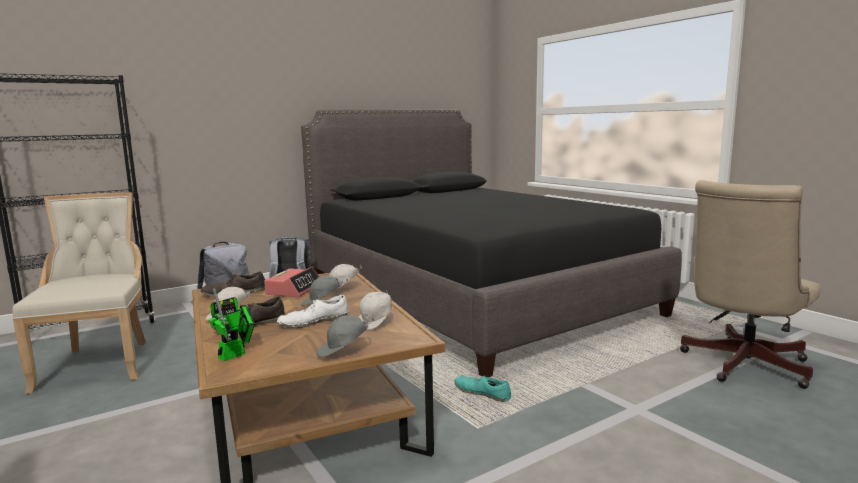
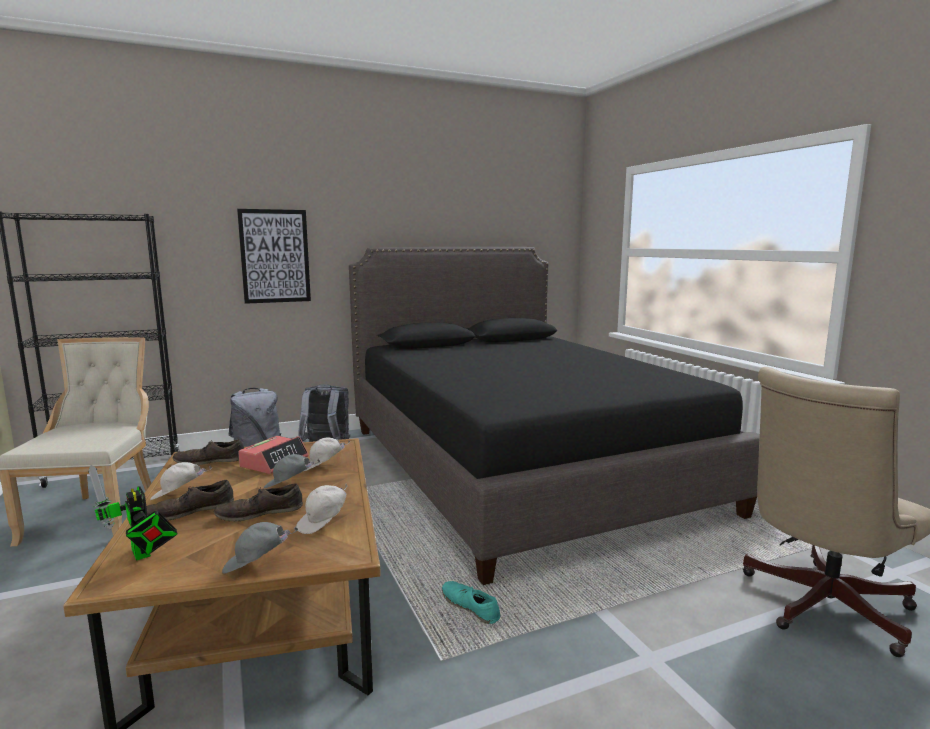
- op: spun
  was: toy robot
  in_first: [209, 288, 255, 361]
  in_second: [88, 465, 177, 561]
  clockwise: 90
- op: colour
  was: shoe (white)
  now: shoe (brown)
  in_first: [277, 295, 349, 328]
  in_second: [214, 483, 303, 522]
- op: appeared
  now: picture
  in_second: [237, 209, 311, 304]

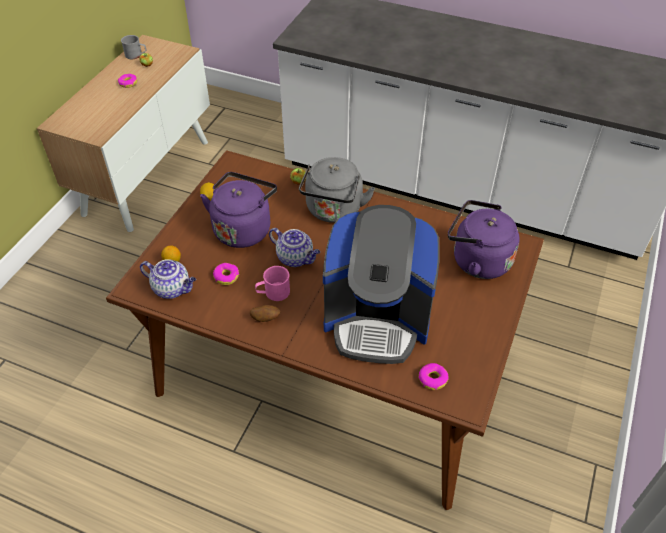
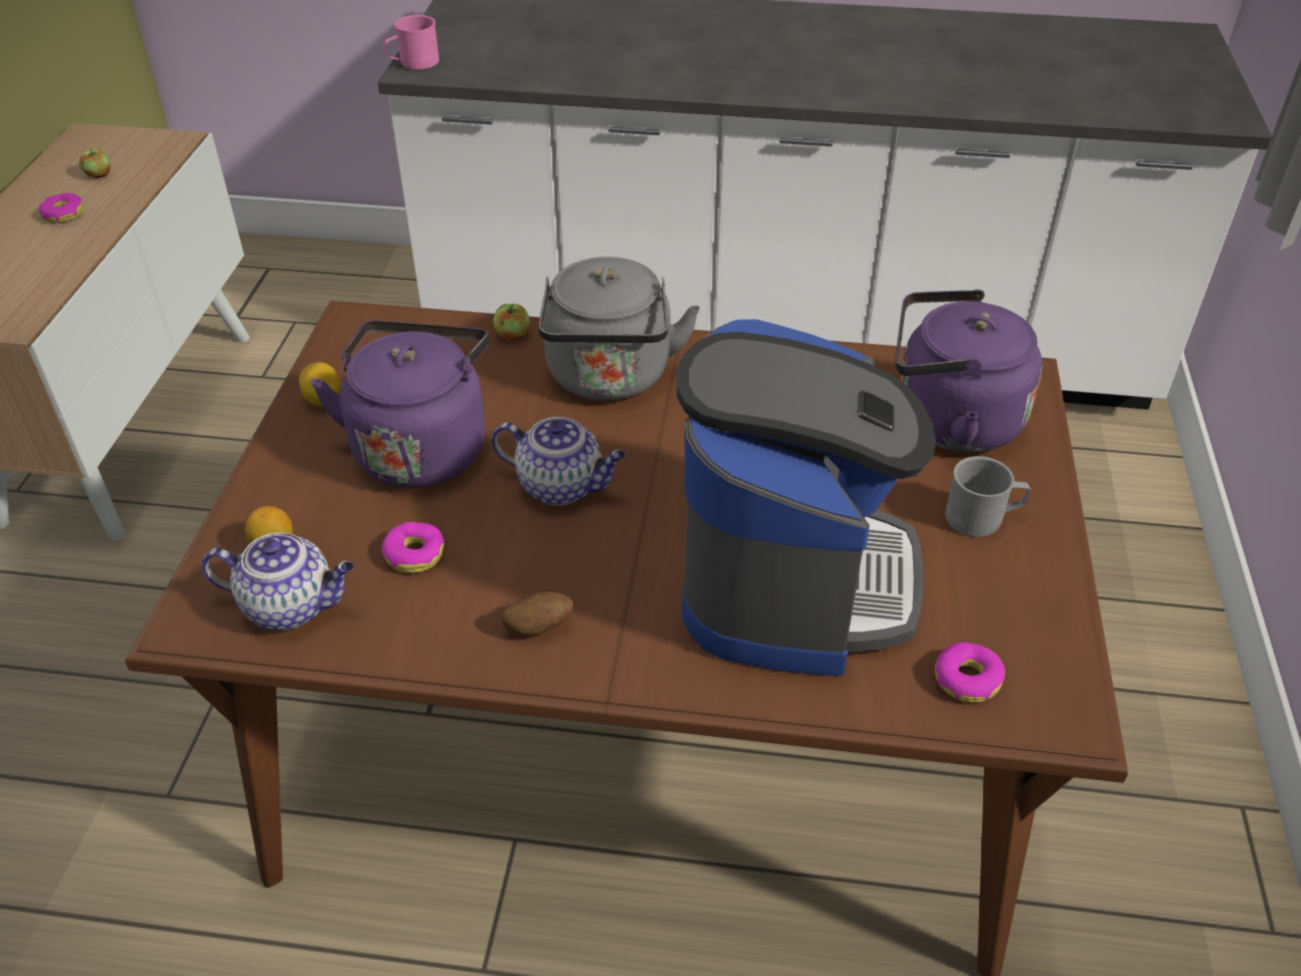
- op: relocated
  was: mug (grey)
  in_first: [121, 35, 146, 59]
  in_second: [945, 456, 1031, 537]
- op: relocated
  was: mug (pink)
  in_first: [255, 266, 290, 301]
  in_second: [384, 15, 439, 70]
- op: spun
  was: coffee machine
  in_first: [323, 205, 440, 364]
  in_second: [676, 319, 936, 676]
  clockwise: -75

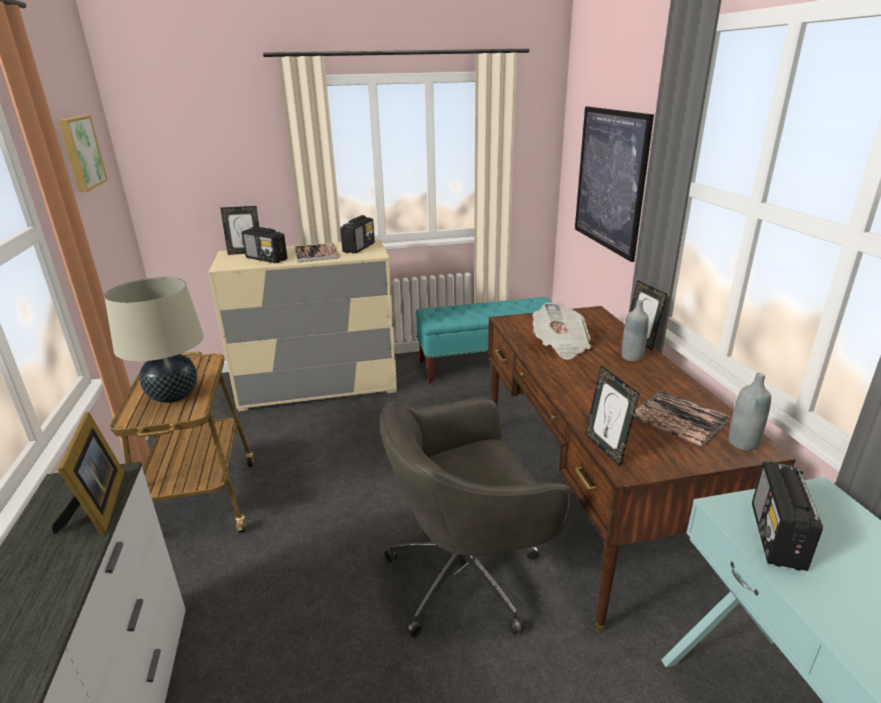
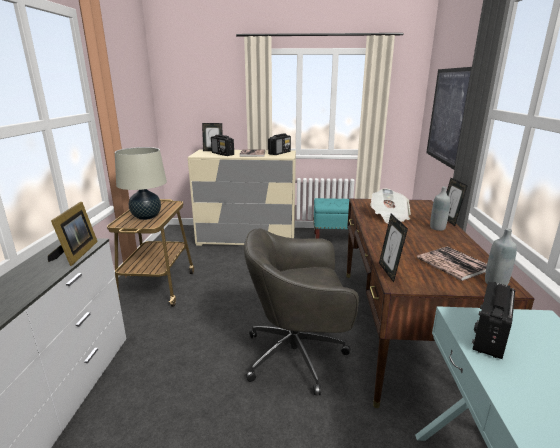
- op: missing
  was: picture
  in_first: [58, 115, 108, 192]

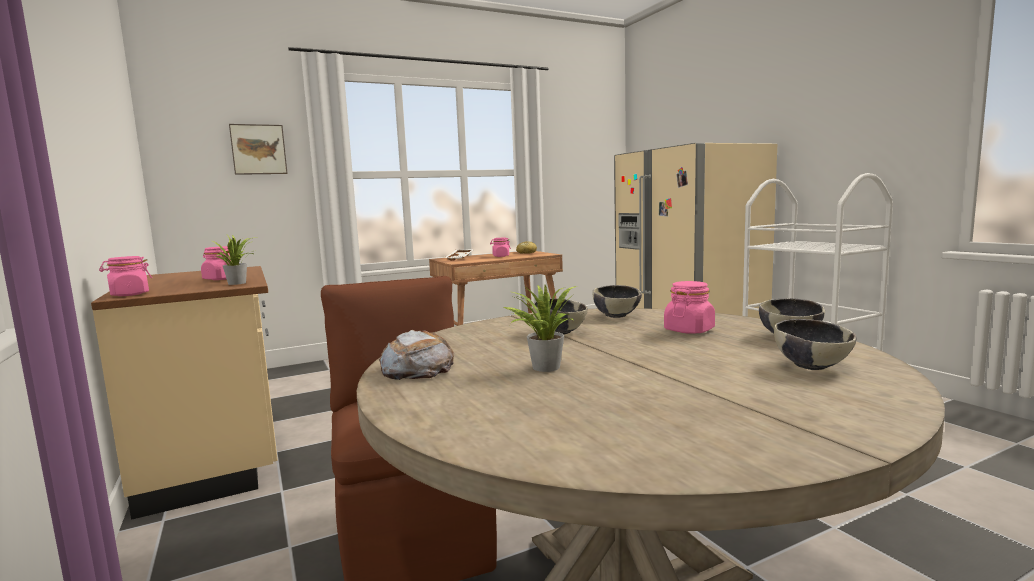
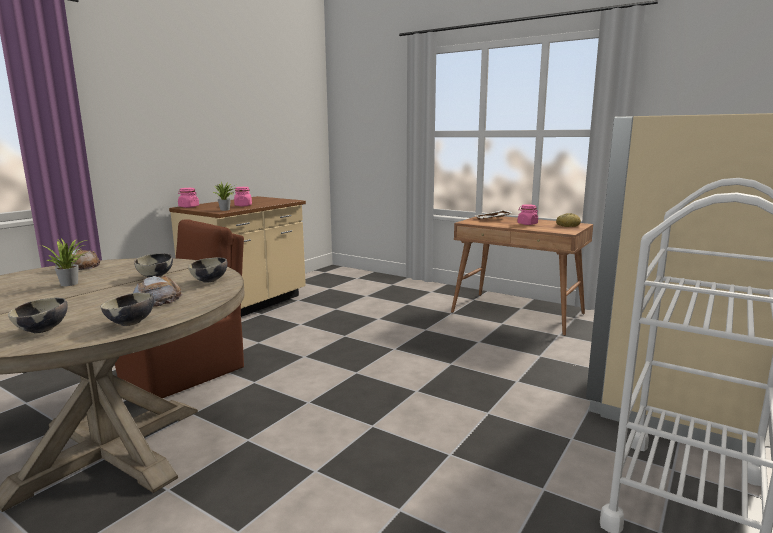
- op: missing
  was: picture
  in_first: [229, 124, 288, 175]
- op: exchanged
  was: jar (pink)
  now: bread
  in_first: [664, 281, 715, 334]
  in_second: [133, 276, 183, 307]

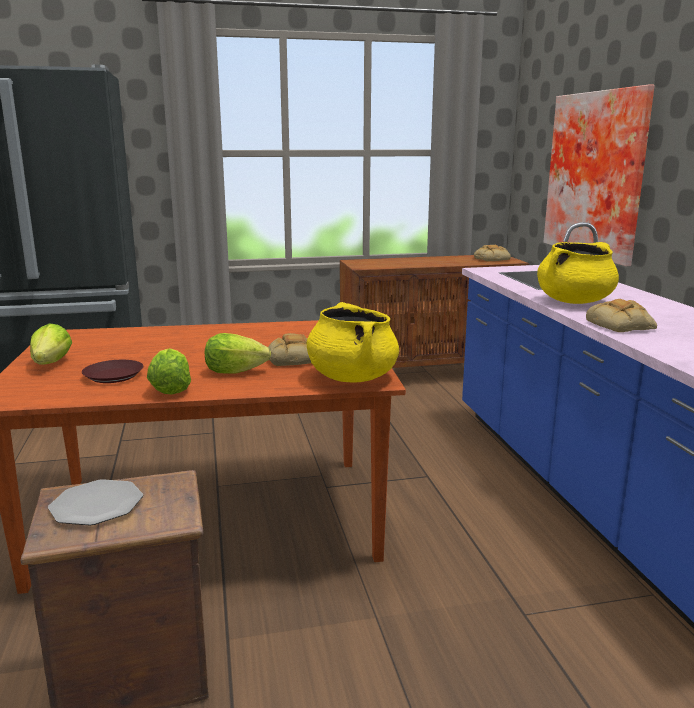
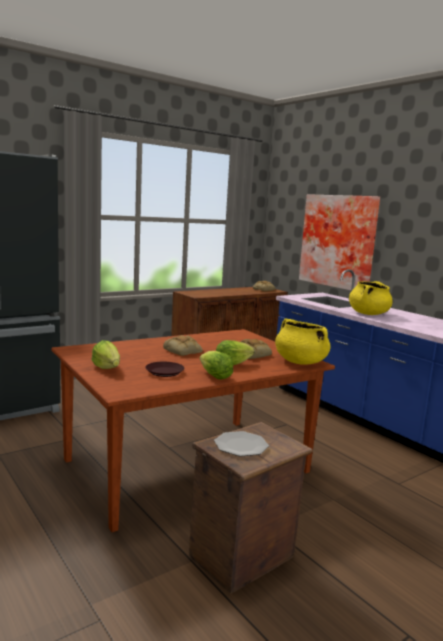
- op: relocated
  was: bread
  in_first: [586, 299, 657, 332]
  in_second: [163, 335, 203, 356]

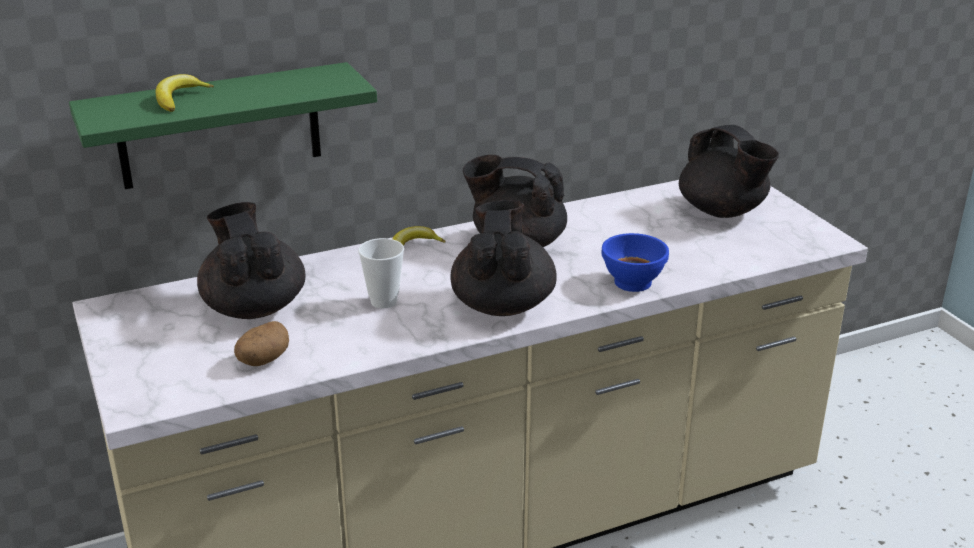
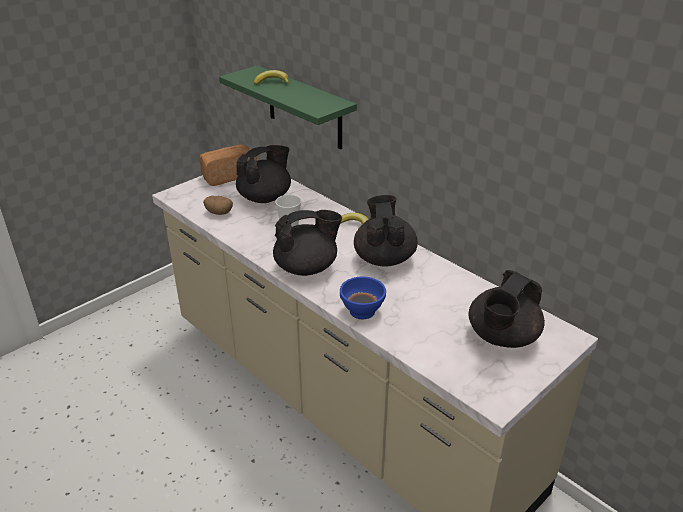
- op: appeared
  now: bread
  in_second: [199, 145, 257, 186]

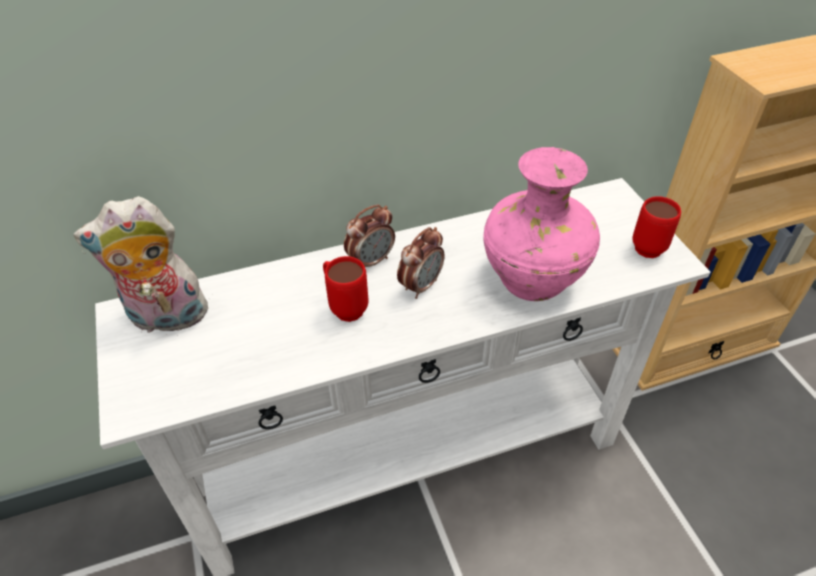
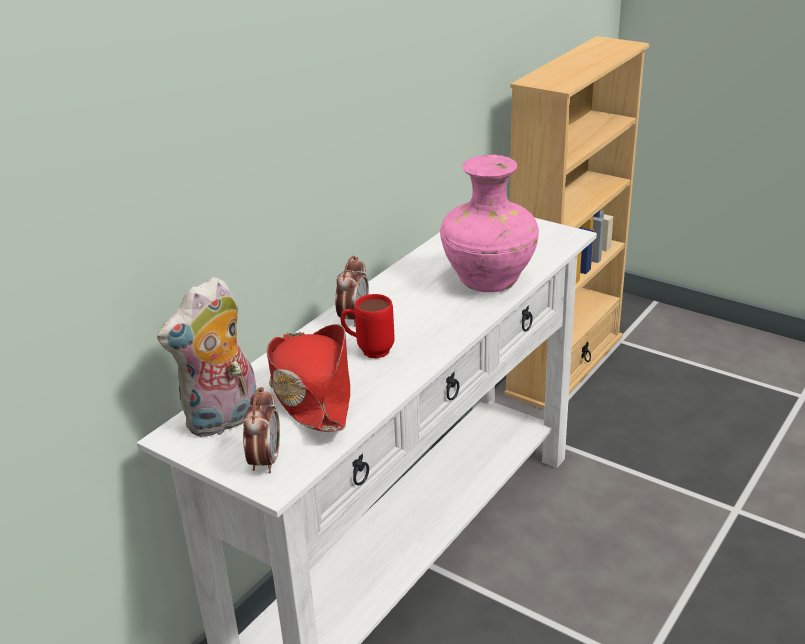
- op: relocated
  was: alarm clock
  in_first: [397, 227, 445, 299]
  in_second: [243, 387, 280, 474]
- op: missing
  was: mug (red)
  in_first: [633, 196, 681, 258]
- op: appeared
  now: hat (red)
  in_second: [267, 324, 350, 432]

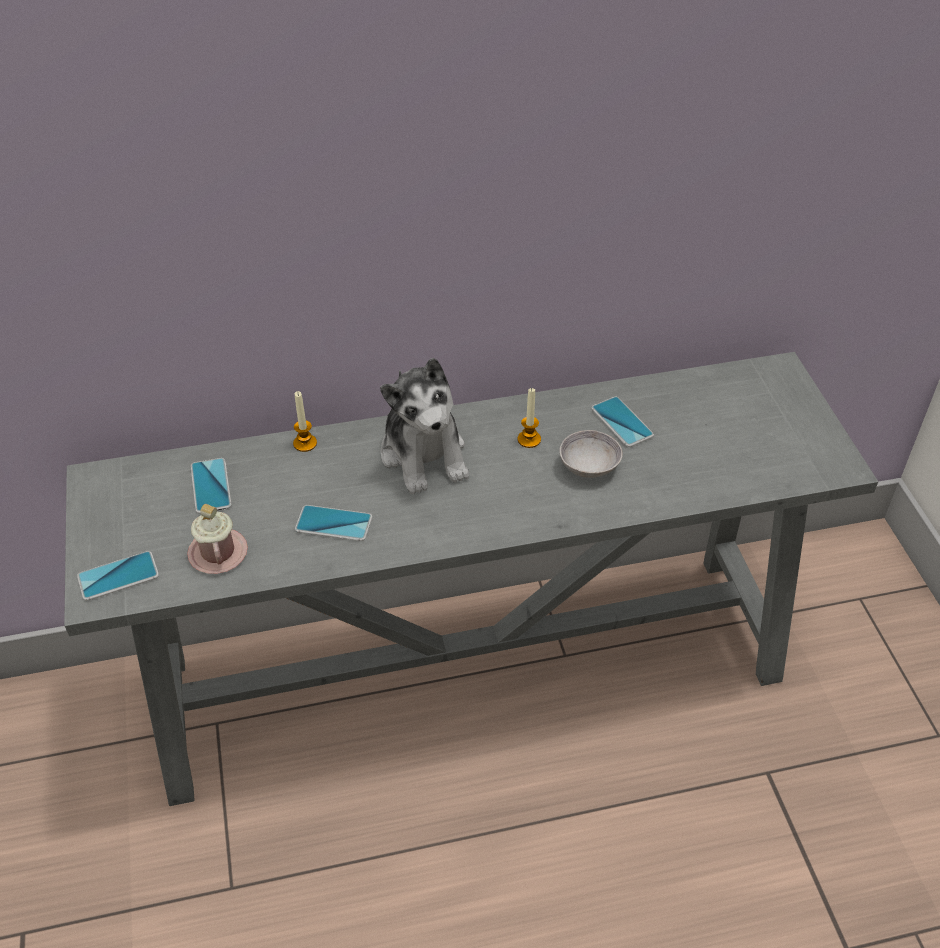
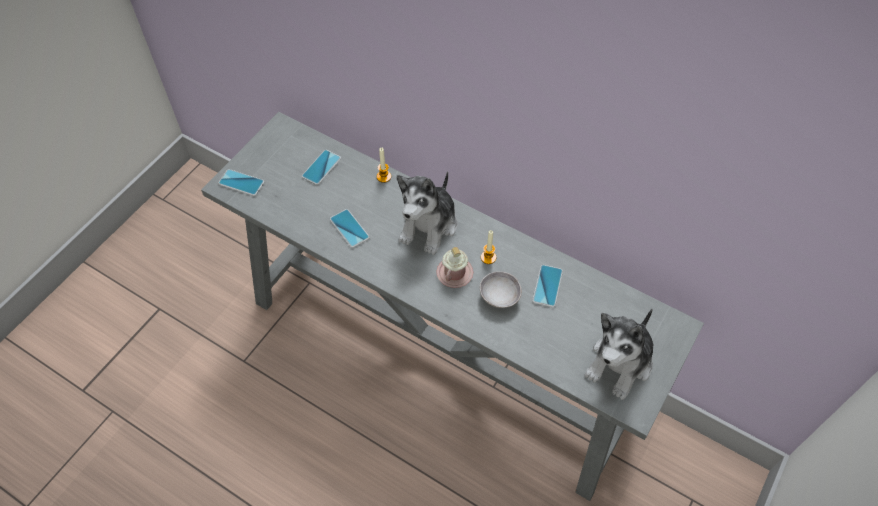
- op: relocated
  was: mug (pink)
  in_first: [187, 504, 248, 574]
  in_second: [436, 247, 473, 288]
- op: appeared
  now: plush toy
  in_second: [585, 308, 653, 400]

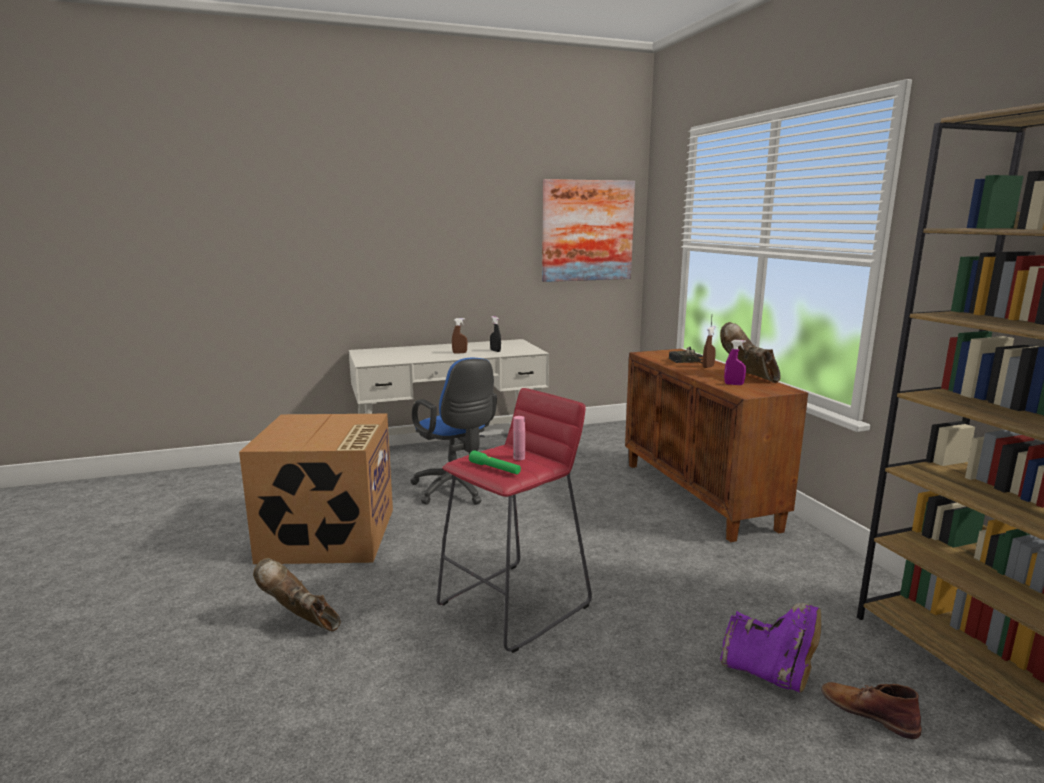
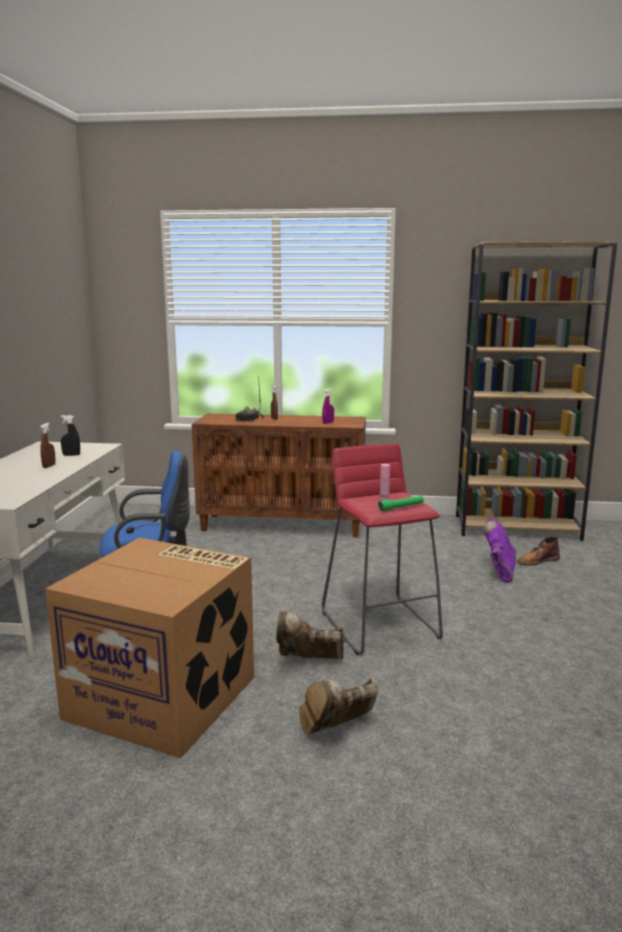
- op: missing
  was: picture
  in_first: [542, 179, 635, 282]
- op: relocated
  was: boot (brown)
  in_first: [720, 322, 780, 383]
  in_second: [276, 611, 344, 659]
- op: spun
  was: boot (purple)
  in_first: [720, 603, 821, 693]
  in_second: [484, 519, 516, 583]
  clockwise: -45

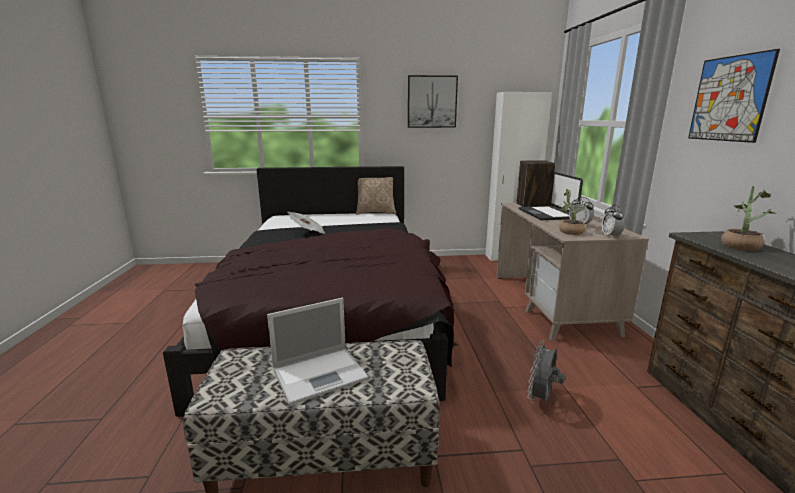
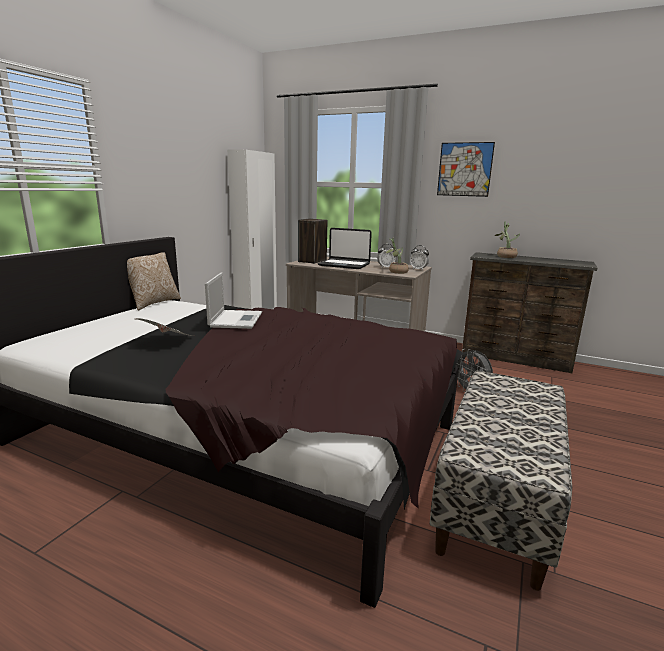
- op: relocated
  was: laptop
  in_first: [267, 298, 369, 405]
  in_second: [205, 272, 262, 329]
- op: missing
  was: picture
  in_first: [408, 75, 458, 128]

